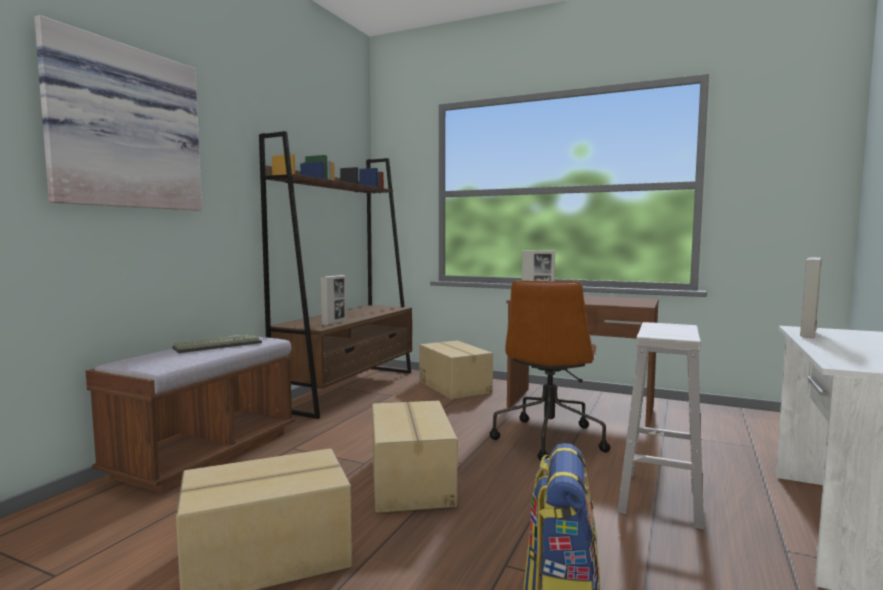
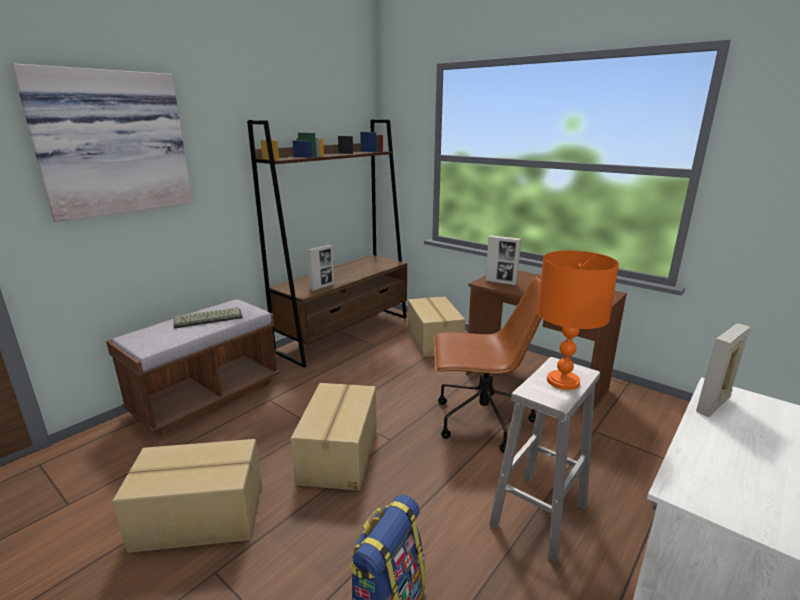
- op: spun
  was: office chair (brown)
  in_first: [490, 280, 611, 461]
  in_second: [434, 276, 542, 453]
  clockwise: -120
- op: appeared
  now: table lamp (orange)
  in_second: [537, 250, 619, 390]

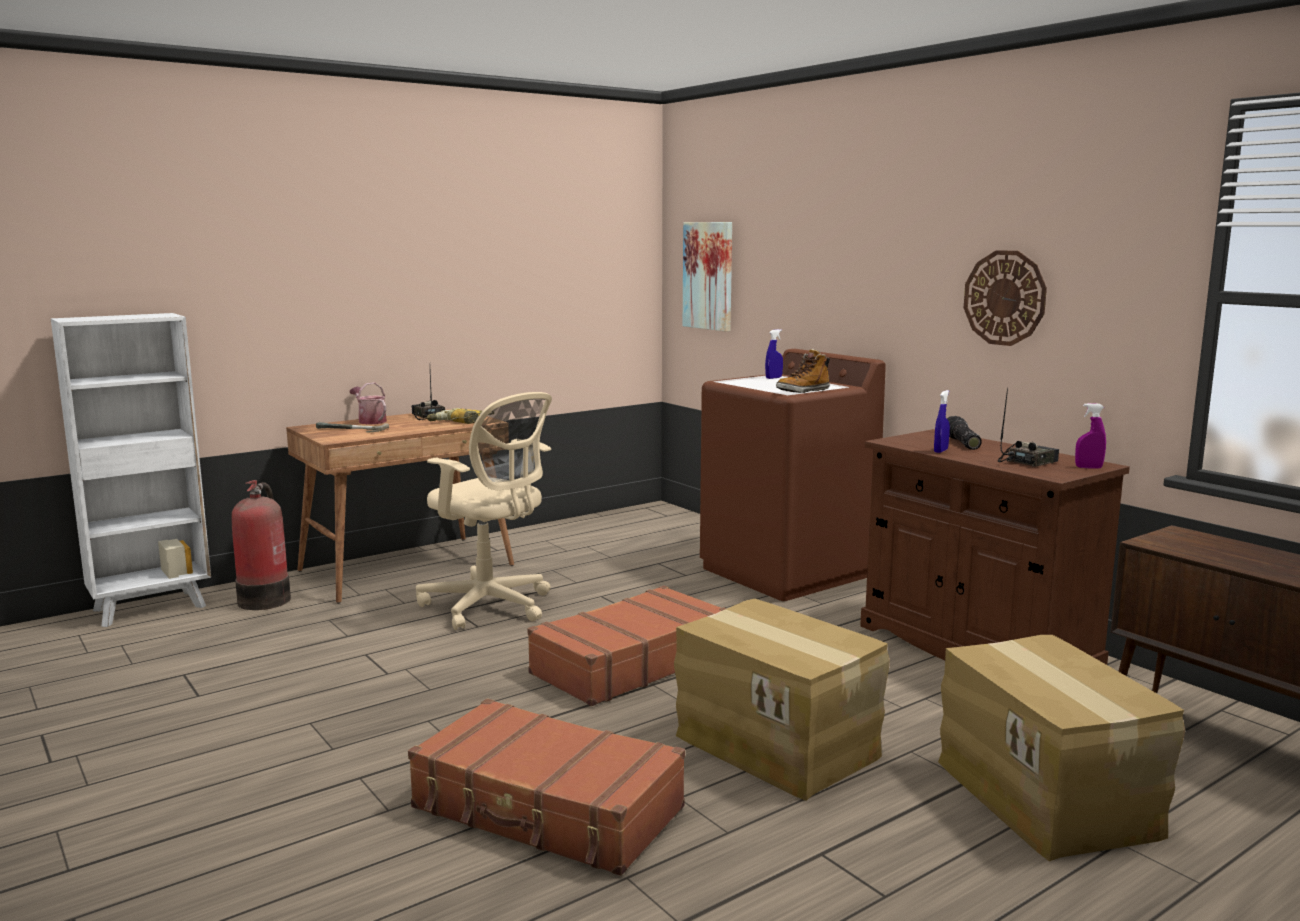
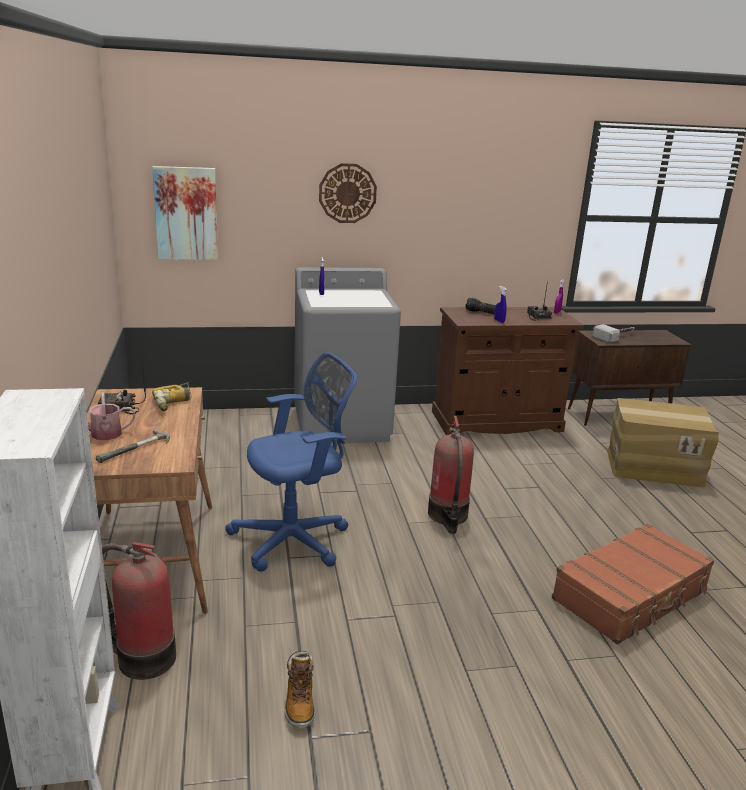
- op: colour
  was: office chair (beige)
  now: office chair (blue)
  in_first: [416, 392, 552, 630]
  in_second: [225, 352, 357, 572]
- op: exchanged
  was: suitcase (brown)
  now: fire extinguisher
  in_first: [527, 585, 727, 706]
  in_second: [428, 416, 474, 534]
- op: missing
  was: cardboard box
  in_first: [674, 599, 890, 801]
- op: colour
  was: washing machine (brown)
  now: washing machine (grey)
  in_first: [700, 349, 886, 601]
  in_second: [294, 267, 401, 444]
- op: relocated
  was: boot
  in_first: [776, 348, 830, 393]
  in_second: [285, 651, 315, 728]
- op: relocated
  was: wall clock
  in_first: [964, 250, 1047, 346]
  in_second: [319, 163, 377, 223]
- op: appeared
  now: hammer
  in_second: [593, 324, 634, 343]

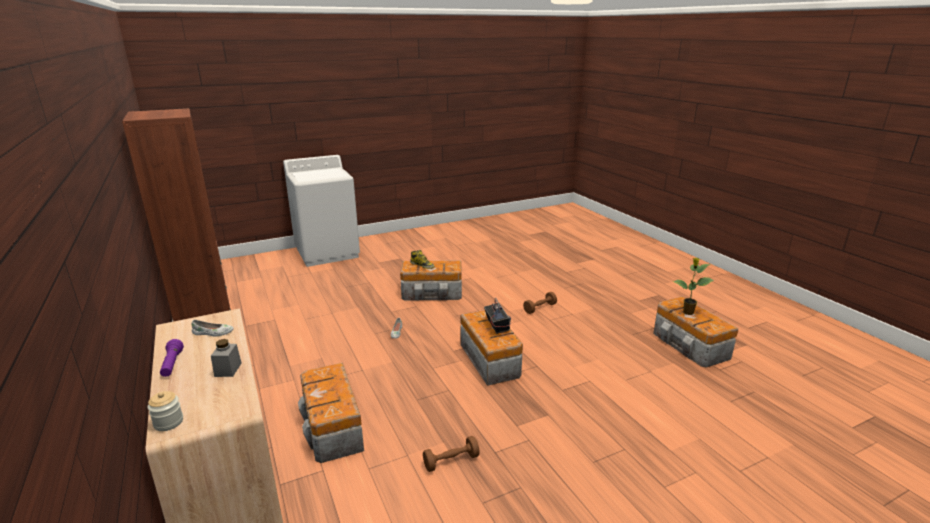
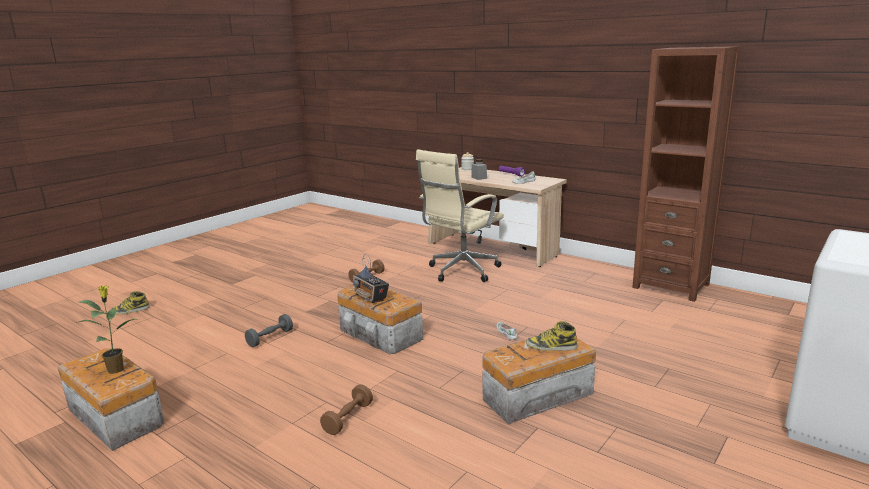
- op: exchanged
  was: storage box
  now: office chair (beige)
  in_first: [298, 363, 364, 463]
  in_second: [416, 149, 504, 282]
- op: appeared
  now: boot
  in_second: [111, 291, 150, 314]
- op: appeared
  now: dumbbell (grey)
  in_second: [245, 314, 293, 347]

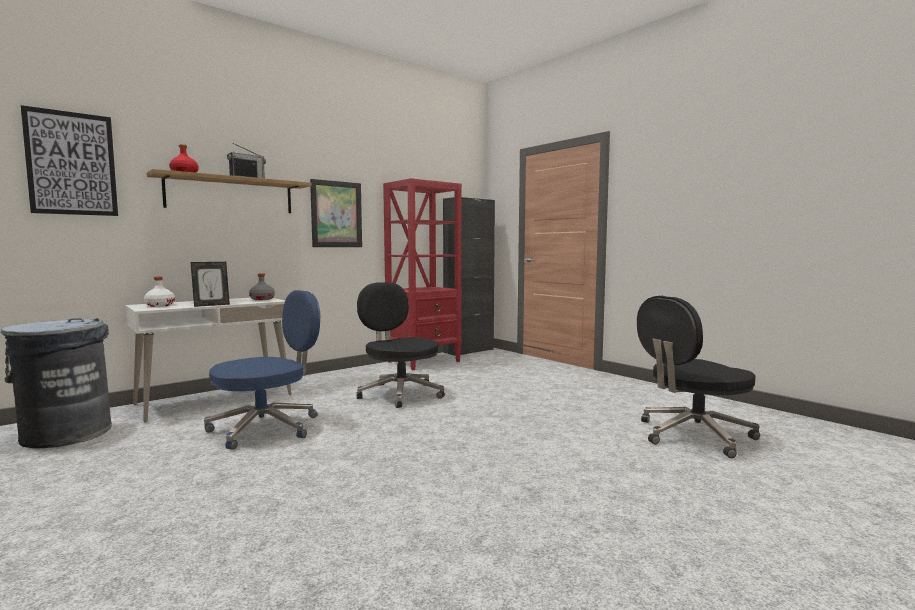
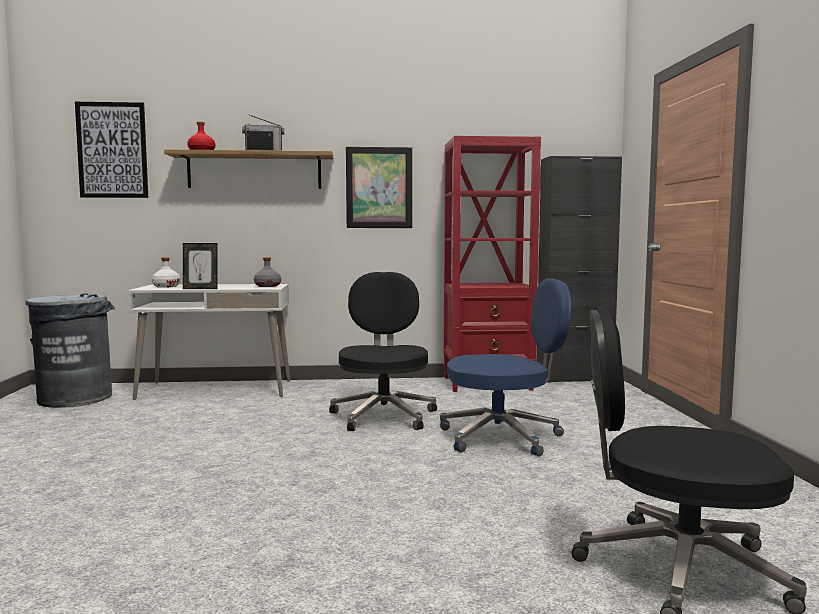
- op: relocated
  was: office chair (blue)
  in_first: [204, 290, 320, 450]
  in_second: [440, 278, 571, 457]

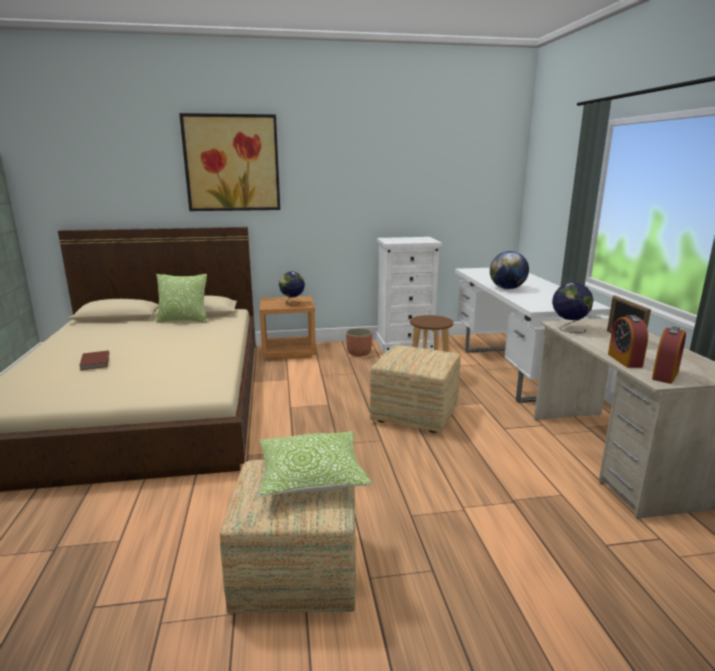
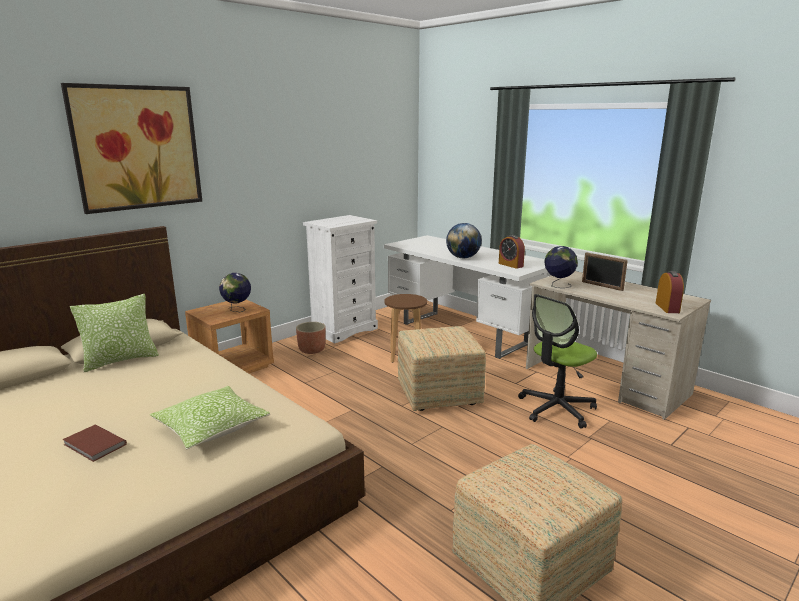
- op: relocated
  was: pillow
  in_first: [259, 431, 372, 497]
  in_second: [150, 386, 270, 449]
- op: relocated
  was: alarm clock
  in_first: [608, 315, 648, 368]
  in_second: [499, 235, 525, 269]
- op: appeared
  now: office chair
  in_second: [518, 294, 597, 428]

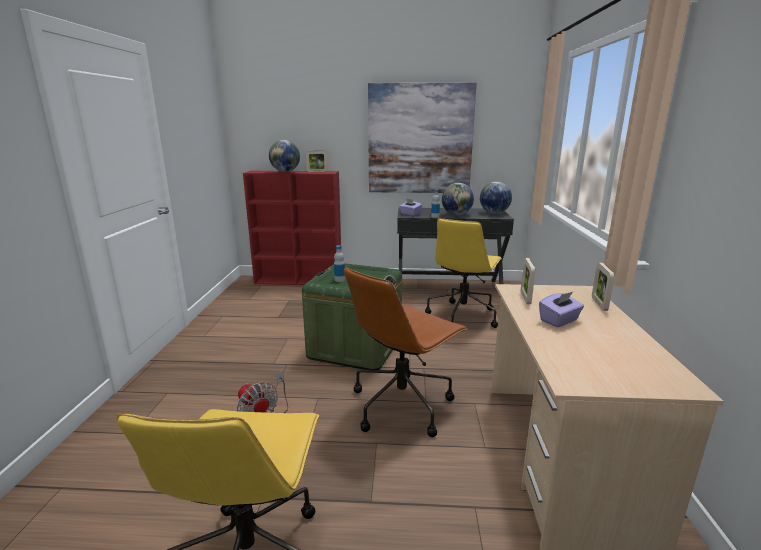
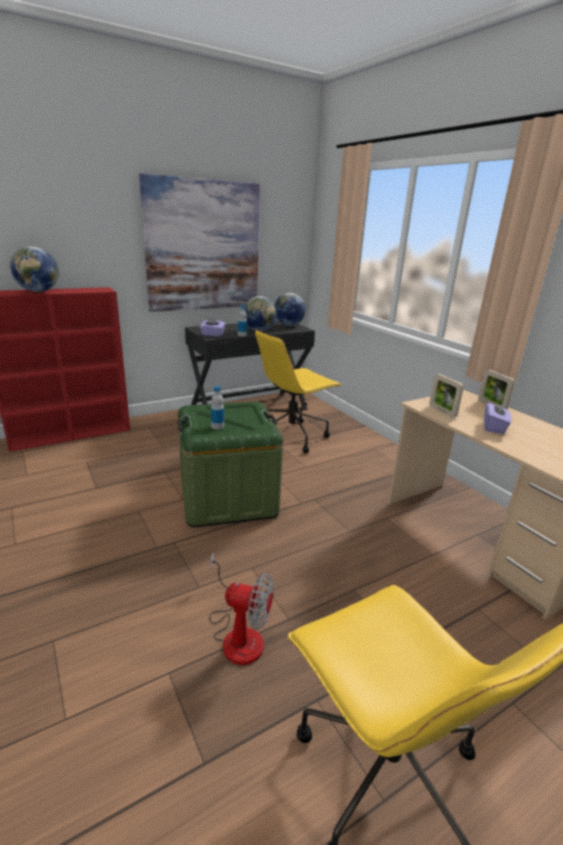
- op: missing
  was: picture frame
  in_first: [306, 151, 327, 172]
- op: missing
  was: office chair (brown)
  in_first: [344, 267, 468, 437]
- op: spun
  was: office chair (yellow)
  in_first: [425, 218, 502, 328]
  in_second: [255, 330, 341, 453]
  clockwise: 60

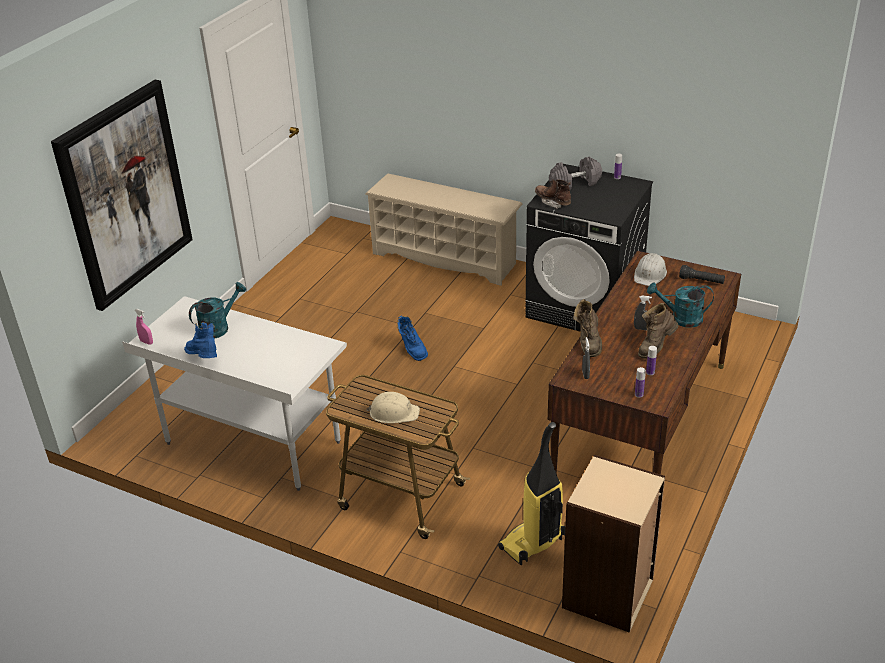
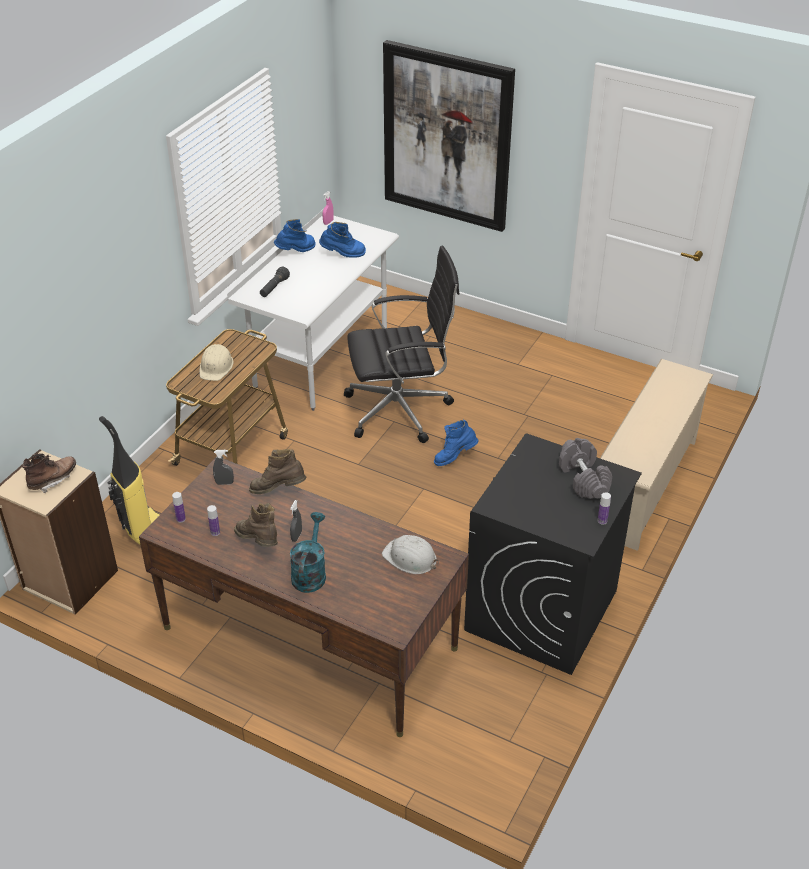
- op: exchanged
  was: watering can (turquoise)
  now: boot (blue)
  in_first: [189, 282, 246, 339]
  in_second: [319, 222, 366, 258]
- op: relocated
  was: boot (brown)
  in_first: [535, 179, 571, 209]
  in_second: [23, 453, 76, 493]
- op: relocated
  was: flashlight (black)
  in_first: [679, 265, 725, 284]
  in_second: [260, 267, 290, 297]
- op: appeared
  now: office chair (black)
  in_second: [344, 246, 459, 443]

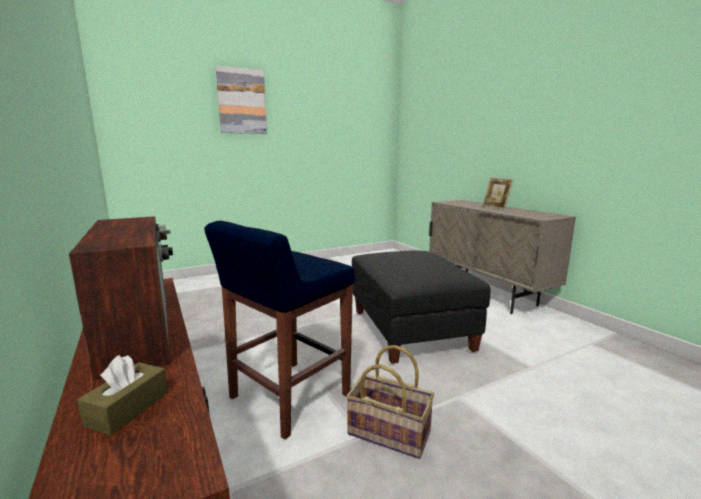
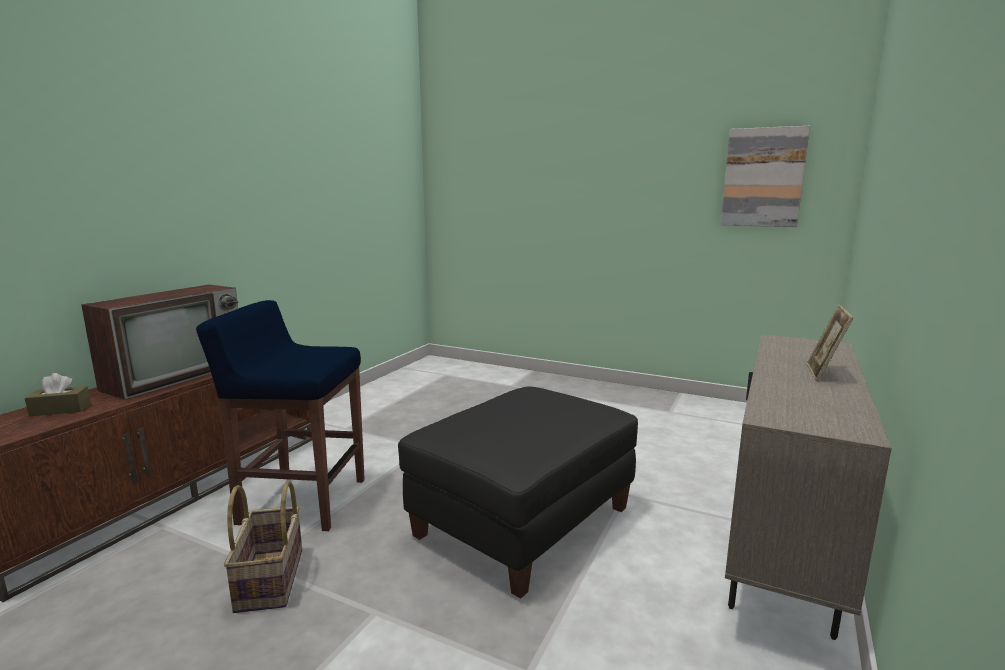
- op: relocated
  was: picture
  in_first: [216, 65, 267, 134]
  in_second: [721, 126, 810, 227]

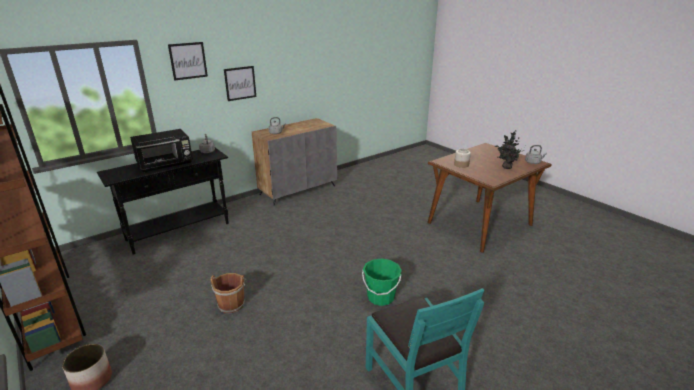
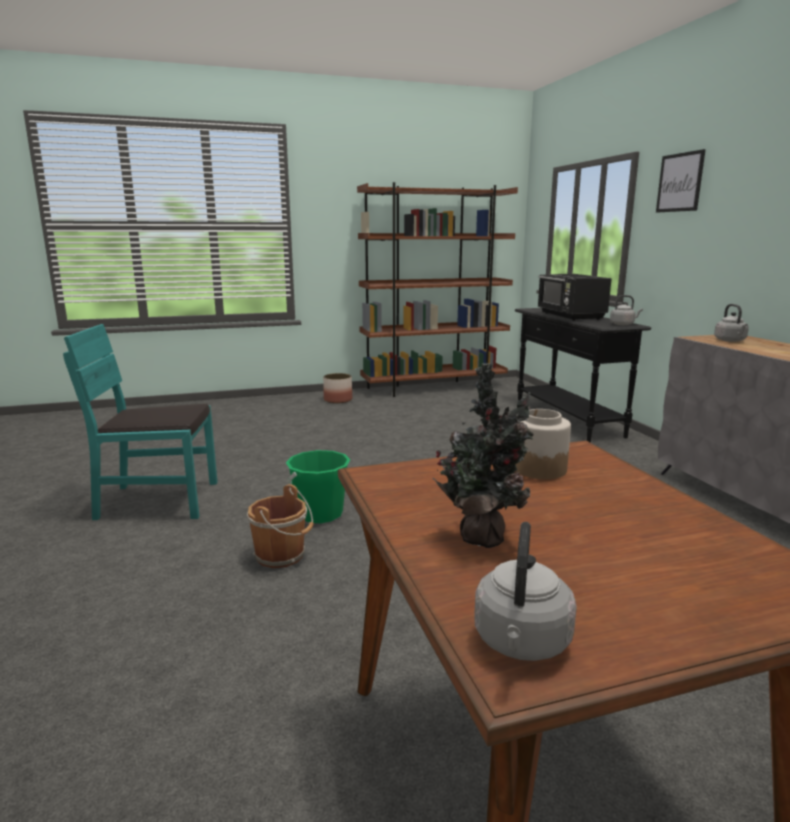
- op: relocated
  was: bucket (brown)
  in_first: [211, 273, 246, 313]
  in_second: [247, 484, 314, 568]
- op: missing
  was: picture
  in_first: [224, 66, 256, 101]

